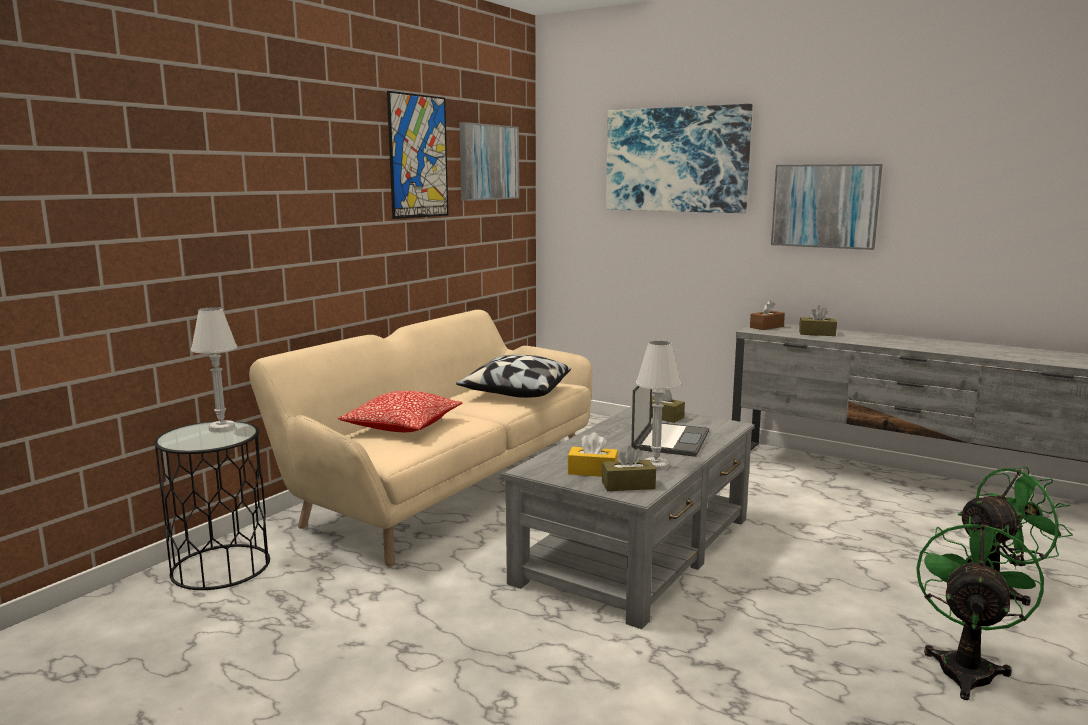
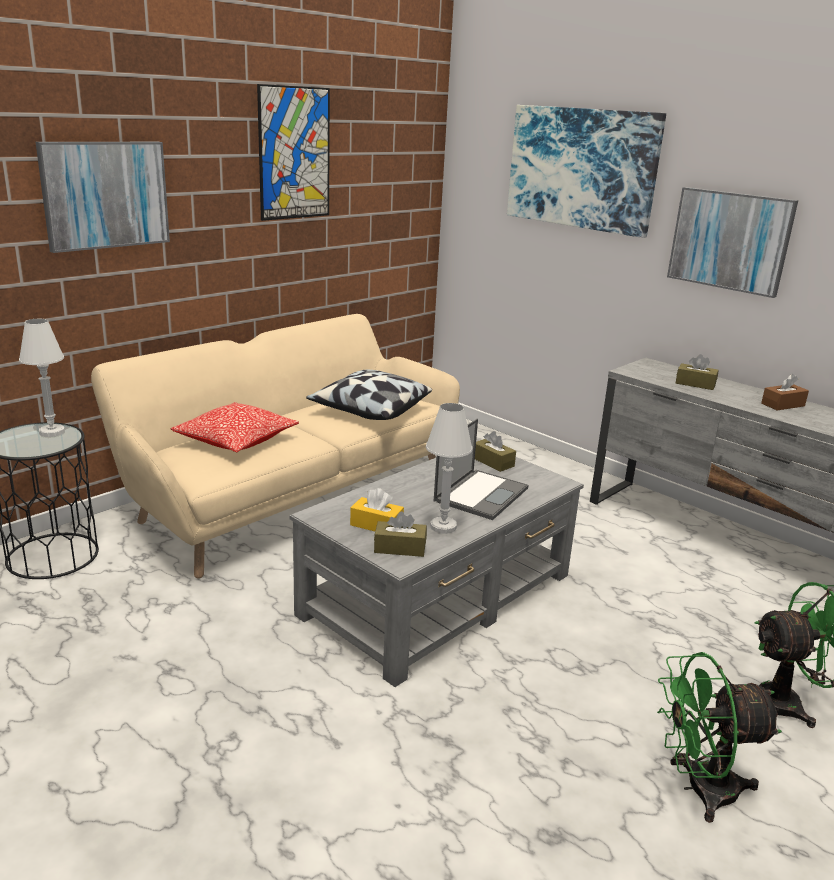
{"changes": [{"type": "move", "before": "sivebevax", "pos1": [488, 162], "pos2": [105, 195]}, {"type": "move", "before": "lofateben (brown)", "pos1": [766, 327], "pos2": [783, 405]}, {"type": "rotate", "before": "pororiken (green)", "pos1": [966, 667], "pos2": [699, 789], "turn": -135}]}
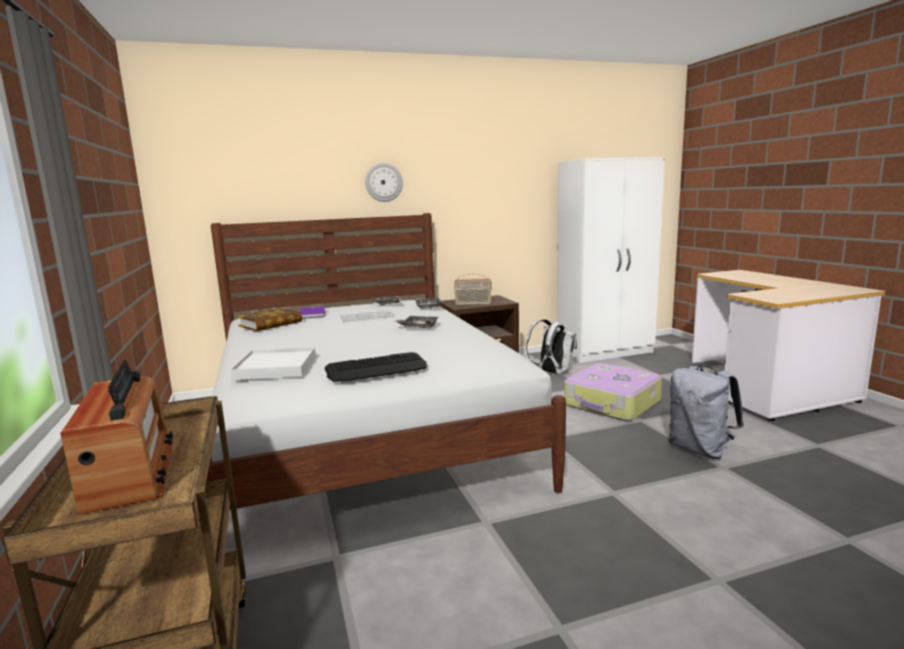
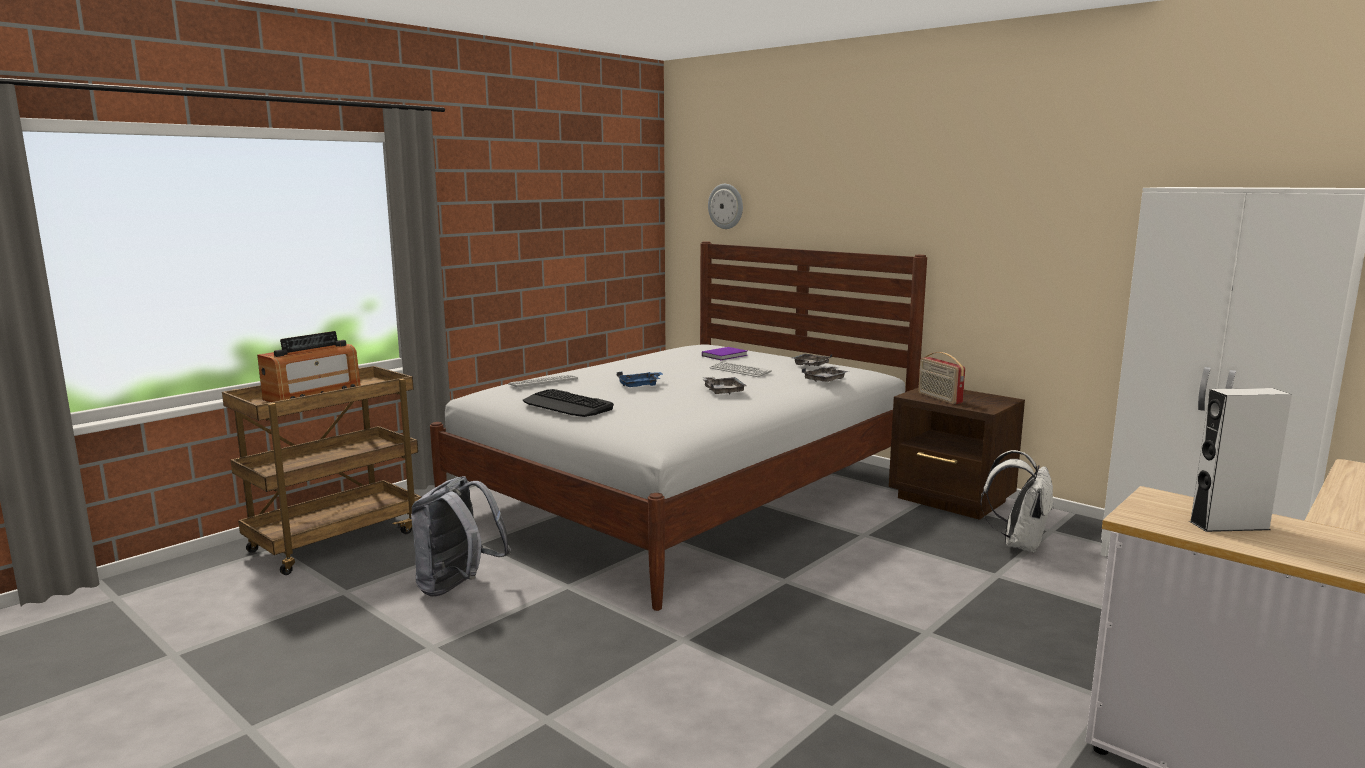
{"changes": [{"type": "replace", "before": "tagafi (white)", "after": "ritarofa", "pos1": [276, 367], "pos2": [543, 382]}, {"type": "delete", "before": "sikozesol", "pos1": [271, 324]}, {"type": "move", "before": "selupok", "pos1": [383, 182], "pos2": [726, 206]}, {"type": "delete", "before": "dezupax", "pos1": [612, 404]}, {"type": "move", "before": "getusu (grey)", "pos1": [700, 450], "pos2": [458, 587]}, {"type": "insert", "after": "tagafi (blue)", "pos2": [640, 385]}, {"type": "insert", "after": "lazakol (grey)", "pos2": [1229, 525]}]}
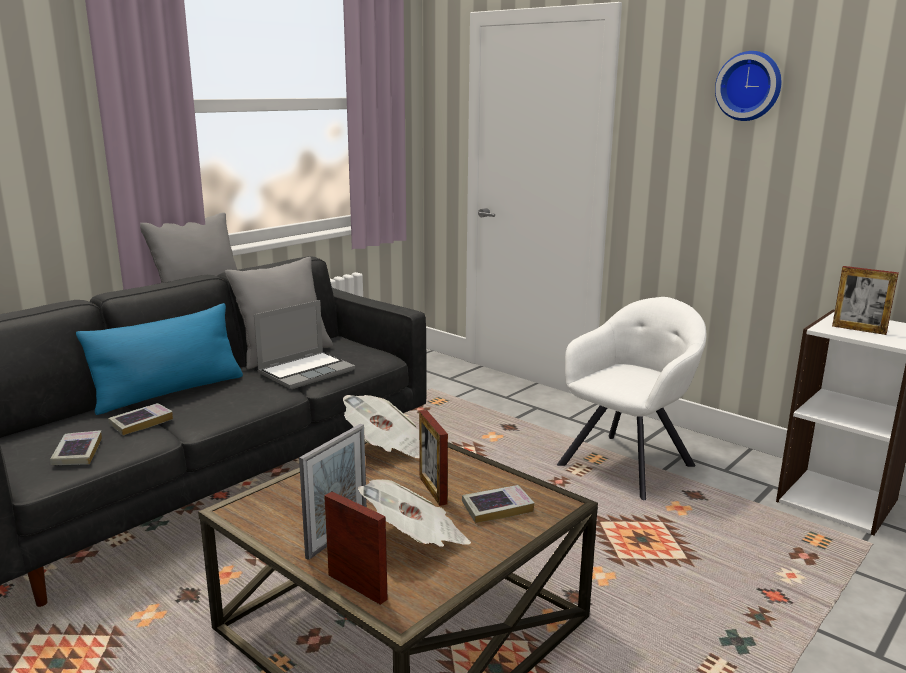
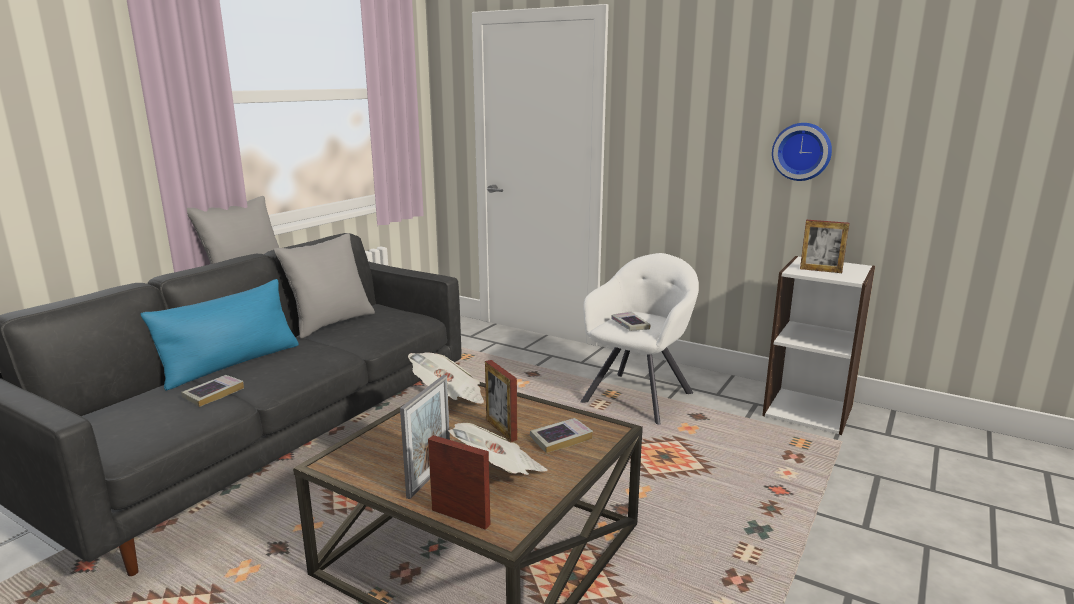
{"changes": [{"type": "move", "before": "sikozesol", "pos1": [77, 453], "pos2": [630, 325]}, {"type": "delete", "before": "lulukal", "pos1": [306, 371]}, {"type": "move", "before": "selupok", "pos1": [749, 86], "pos2": [802, 151]}]}
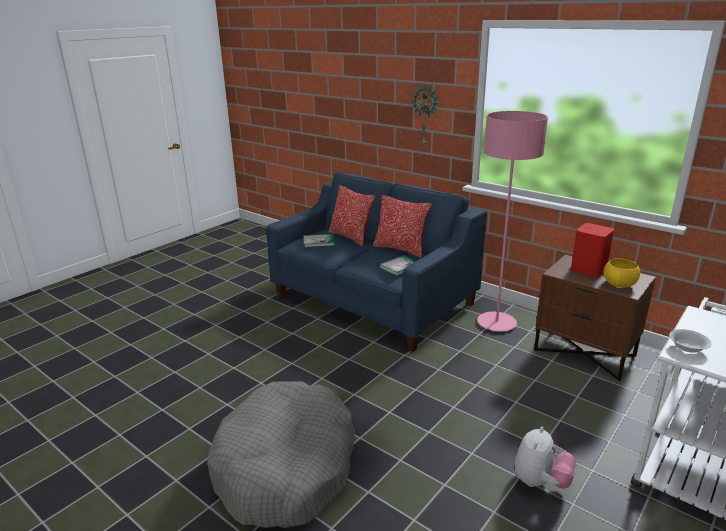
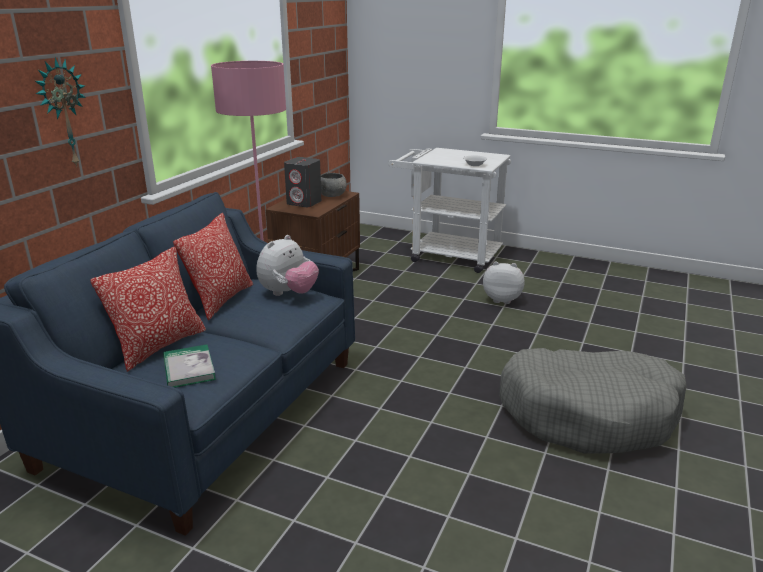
{"changes": [{"type": "replace", "before": "sikozesol", "after": "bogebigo", "pos1": [400, 267], "pos2": [288, 293]}, {"type": "recolor", "before": "lazakol (red)", "after": "lazakol (grey)", "pos1": [588, 270], "pos2": [304, 203]}, {"type": "recolor", "before": "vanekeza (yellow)", "after": "vanekeza (grey)", "pos1": [618, 284], "pos2": [332, 195]}]}
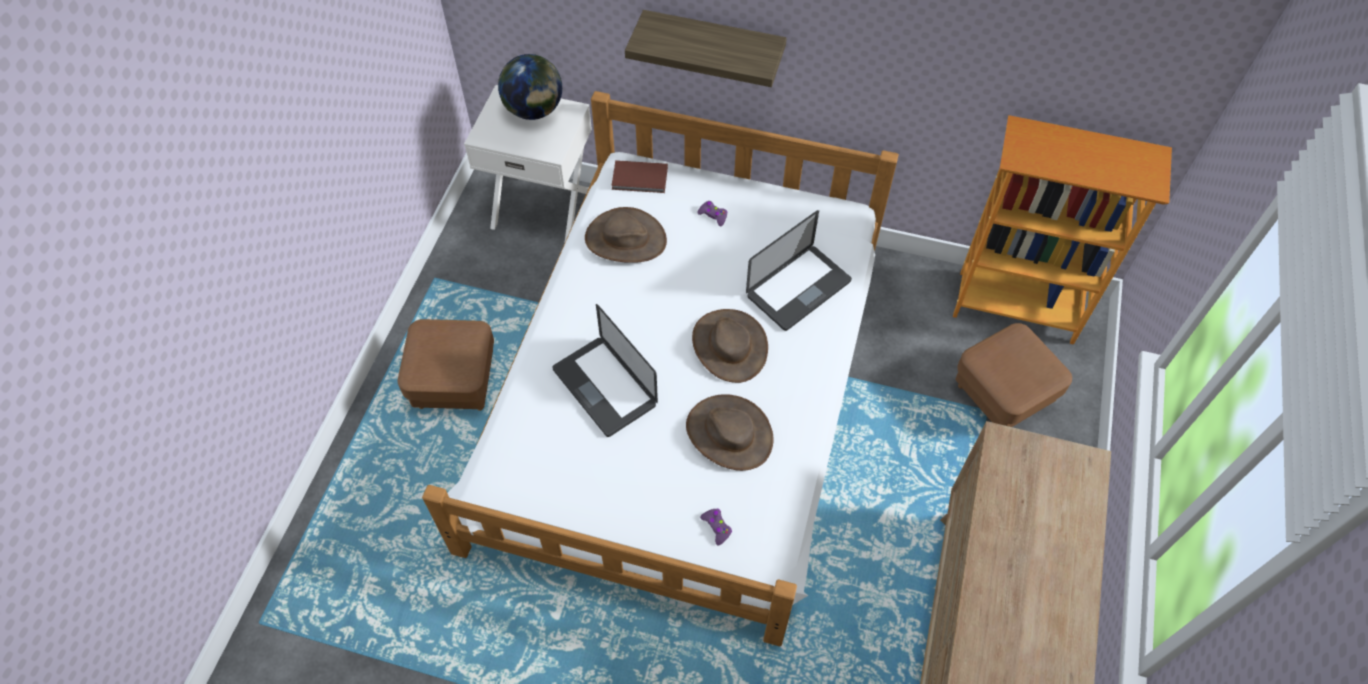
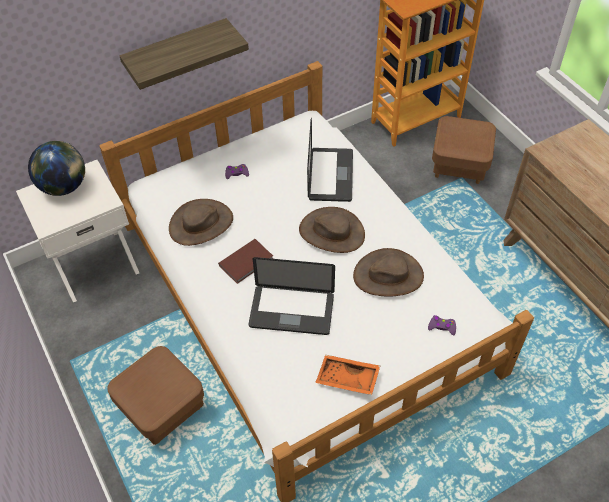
{"changes": [{"type": "move", "before": "sikozesol (brown)", "pos1": [640, 179], "pos2": [247, 262]}, {"type": "insert", "after": "tagafi (orange)", "pos2": [347, 379]}]}
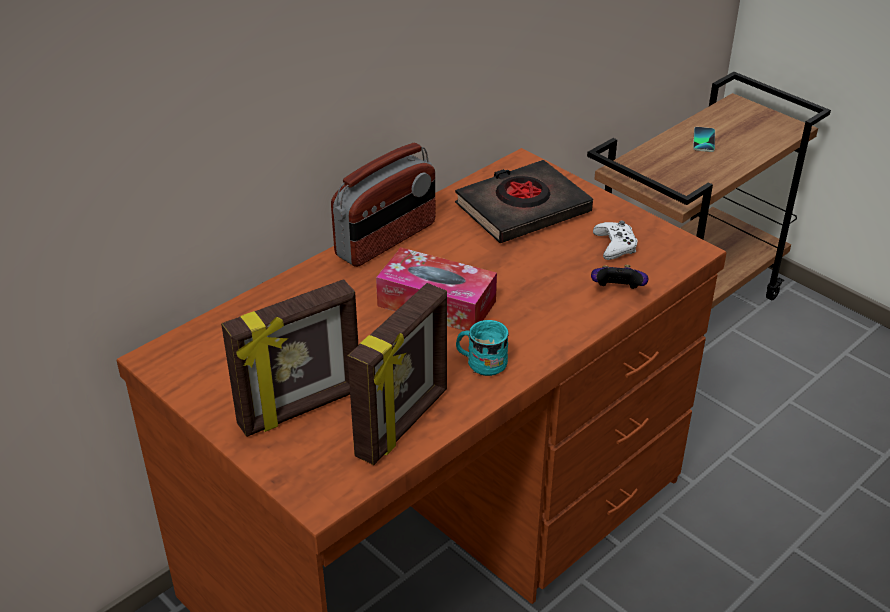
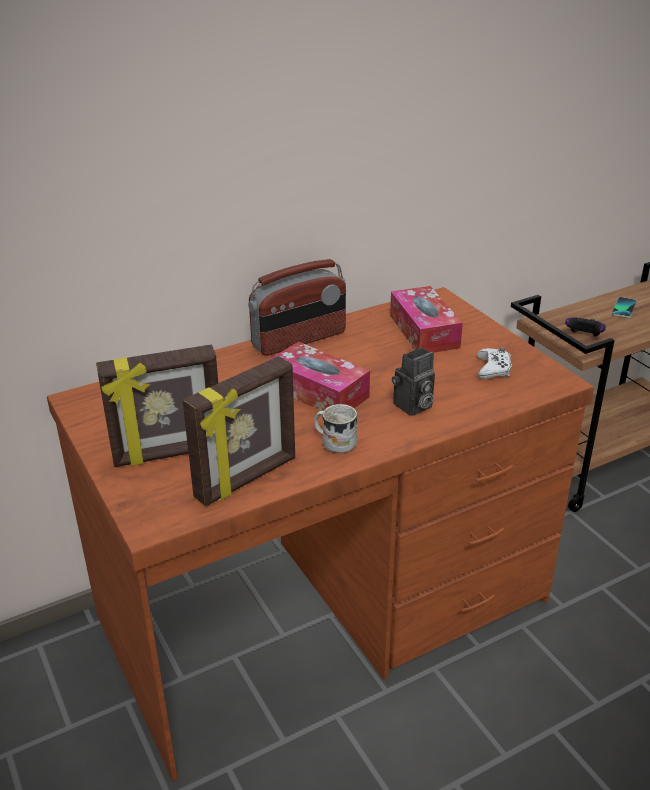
{"changes": [{"type": "replace", "before": "sikozesol (black)", "after": "lofateben", "pos1": [522, 209], "pos2": [424, 331]}, {"type": "recolor", "before": "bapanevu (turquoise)", "after": "bapanevu (white)", "pos1": [481, 363], "pos2": [334, 442]}, {"type": "move", "before": "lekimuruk", "pos1": [617, 291], "pos2": [583, 337]}, {"type": "insert", "after": "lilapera", "pos2": [412, 407]}]}
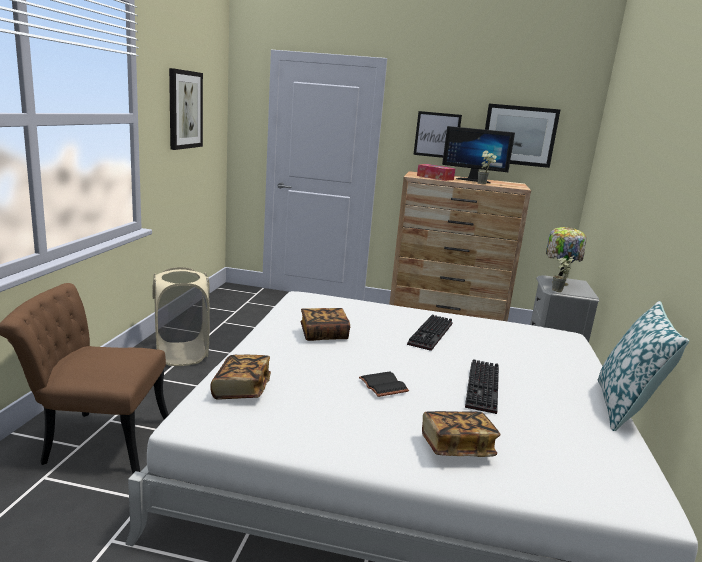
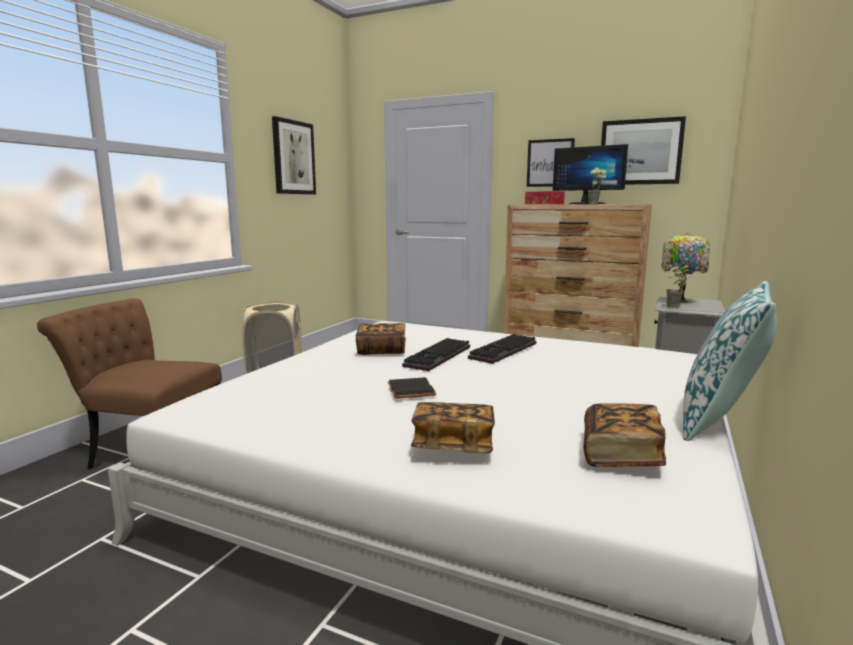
{"changes": [{"type": "move", "before": "sikozesol", "pos1": [241, 389], "pos2": [621, 455]}, {"type": "move", "before": "ritarofa", "pos1": [484, 388], "pos2": [439, 357]}]}
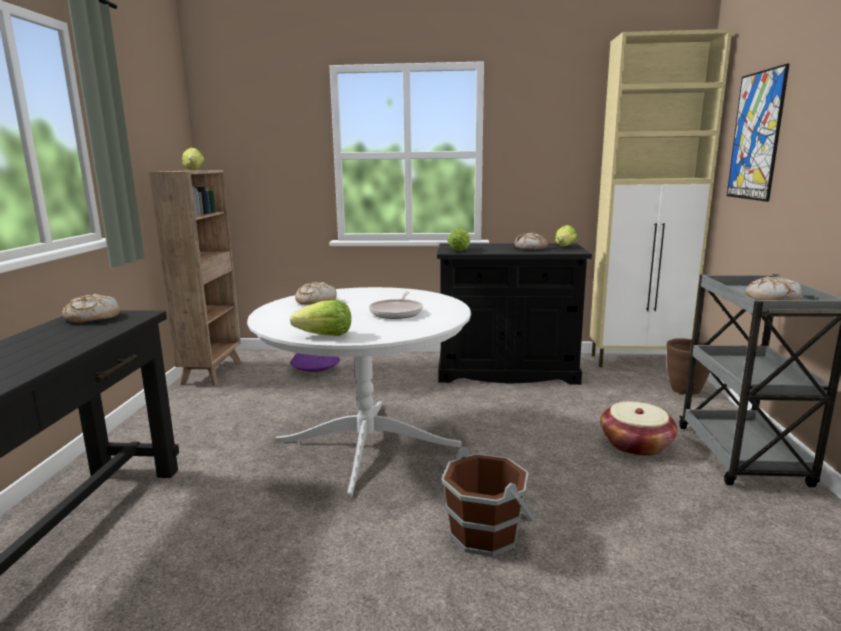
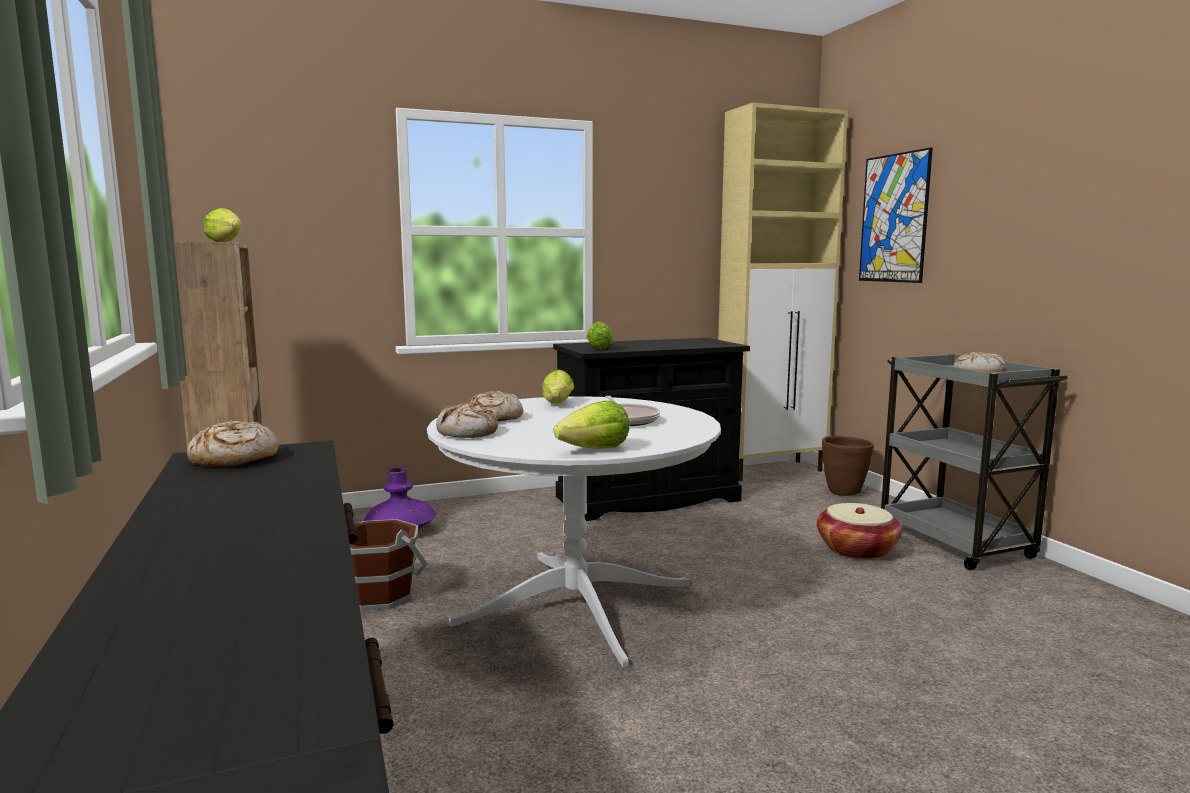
{"changes": [{"type": "move", "before": "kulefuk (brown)", "pos1": [485, 533], "pos2": [380, 594]}, {"type": "move", "before": "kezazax", "pos1": [530, 248], "pos2": [468, 433]}, {"type": "move", "before": "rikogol", "pos1": [564, 247], "pos2": [557, 404]}]}
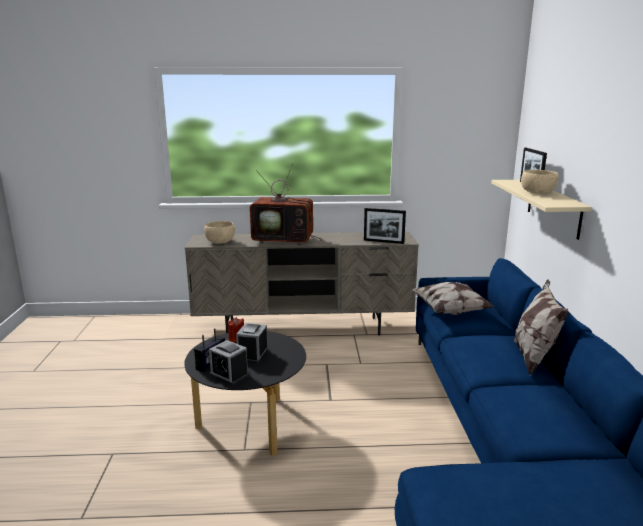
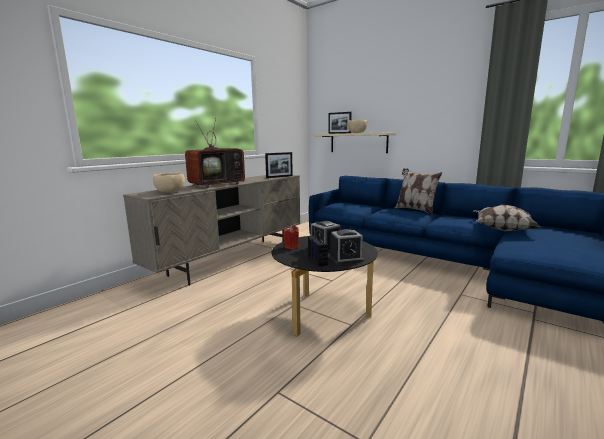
{"changes": [{"type": "move", "before": "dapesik", "pos1": [450, 311], "pos2": [501, 229]}]}
